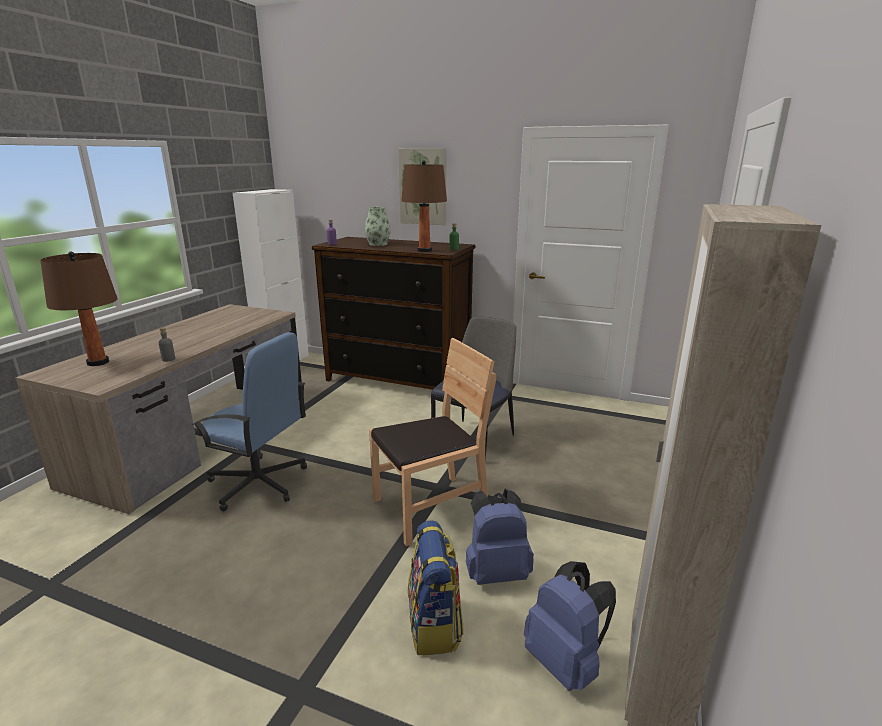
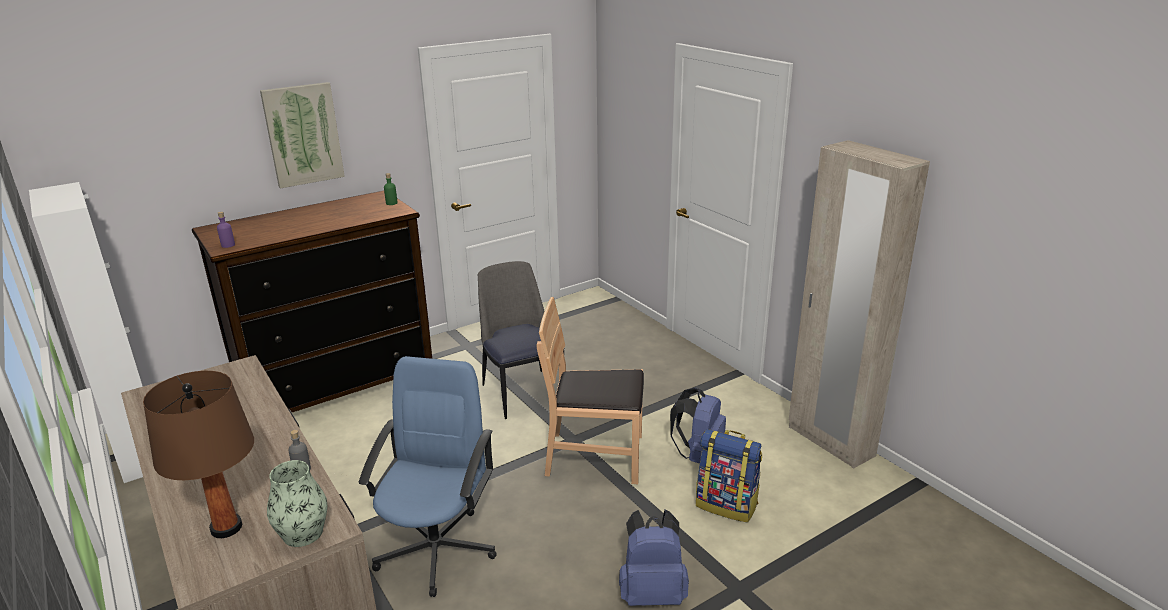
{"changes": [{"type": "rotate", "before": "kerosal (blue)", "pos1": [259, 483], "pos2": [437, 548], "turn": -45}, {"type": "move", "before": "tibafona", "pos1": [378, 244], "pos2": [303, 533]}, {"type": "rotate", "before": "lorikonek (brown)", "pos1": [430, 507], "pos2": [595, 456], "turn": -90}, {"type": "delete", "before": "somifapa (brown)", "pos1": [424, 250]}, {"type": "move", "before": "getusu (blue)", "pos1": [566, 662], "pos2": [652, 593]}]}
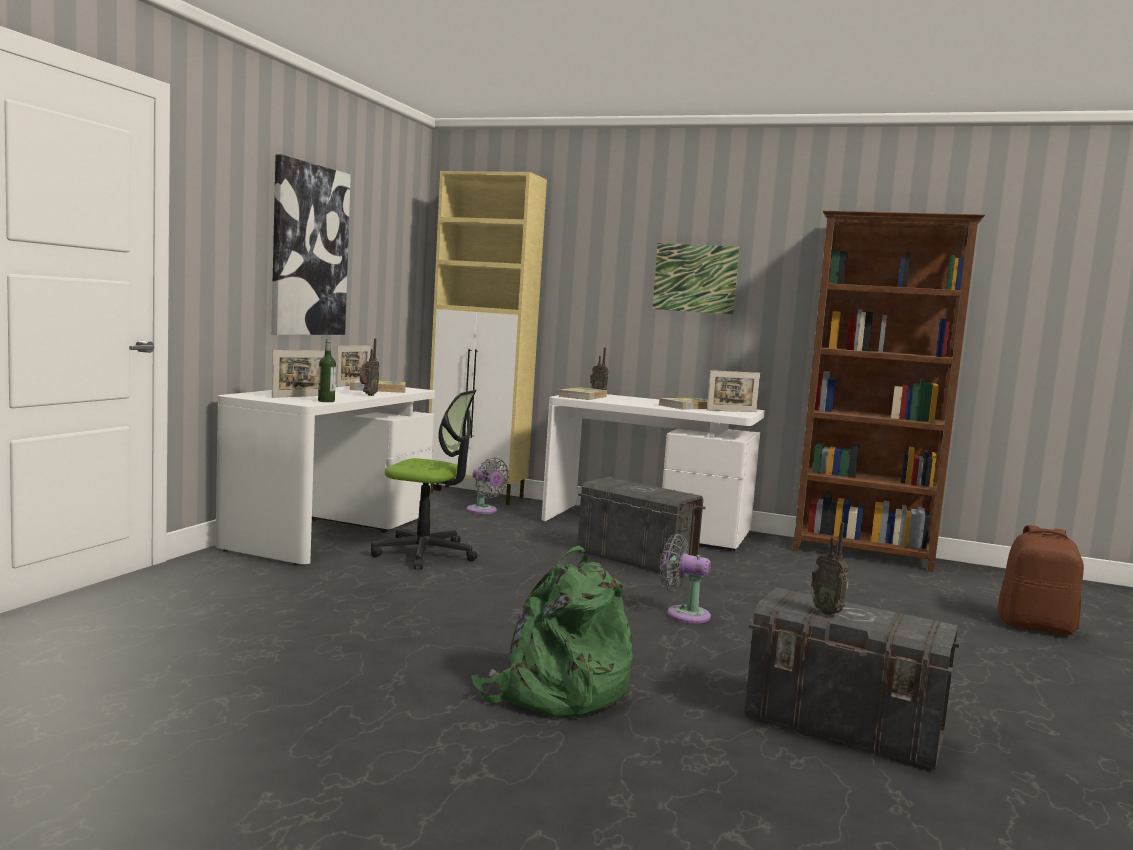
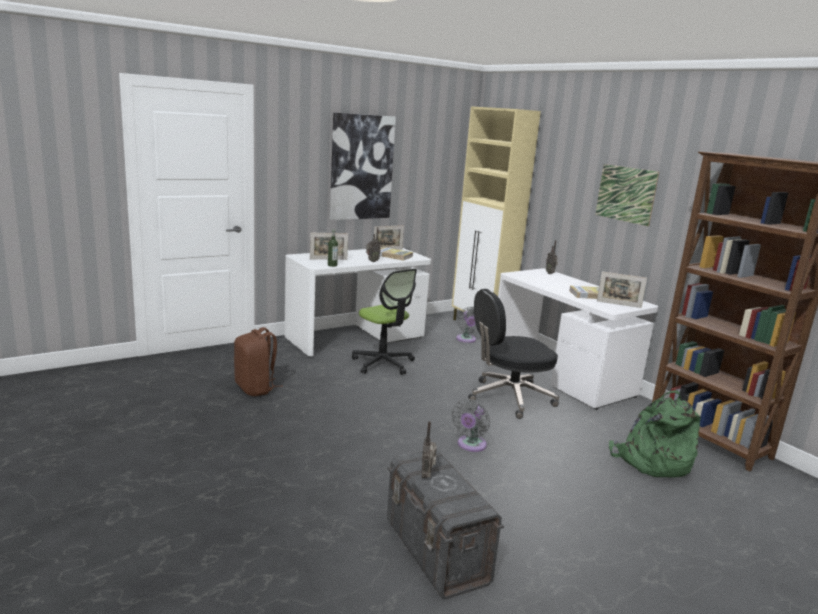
{"changes": [{"type": "move", "before": "getusu (green)", "pos1": [555, 692], "pos2": [651, 461]}, {"type": "delete", "before": "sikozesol", "pos1": [582, 396]}, {"type": "replace", "before": "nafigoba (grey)", "after": "kerosal (black)", "pos1": [636, 559], "pos2": [509, 398]}, {"type": "rotate", "before": "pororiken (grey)", "pos1": [683, 614], "pos2": [470, 445], "turn": -120}, {"type": "move", "before": "getusu (brown)", "pos1": [1036, 626], "pos2": [256, 388]}]}
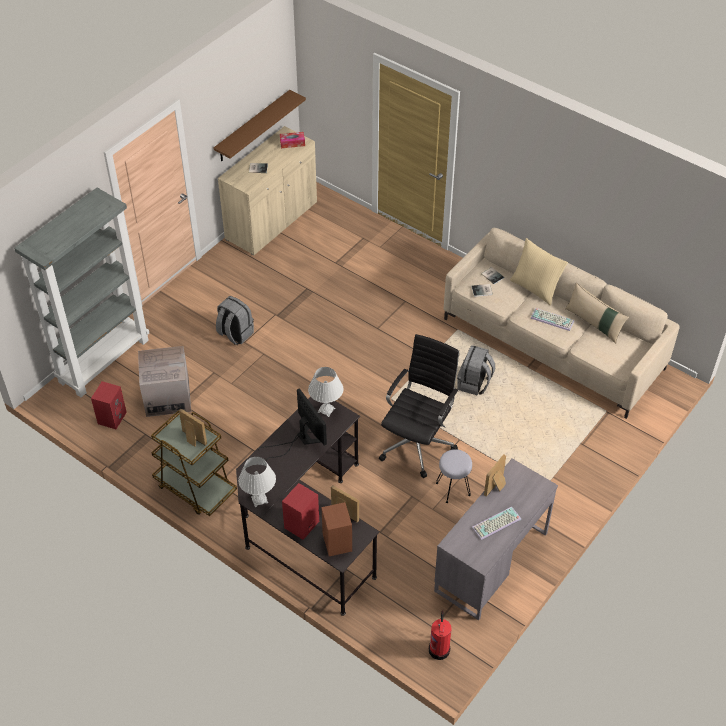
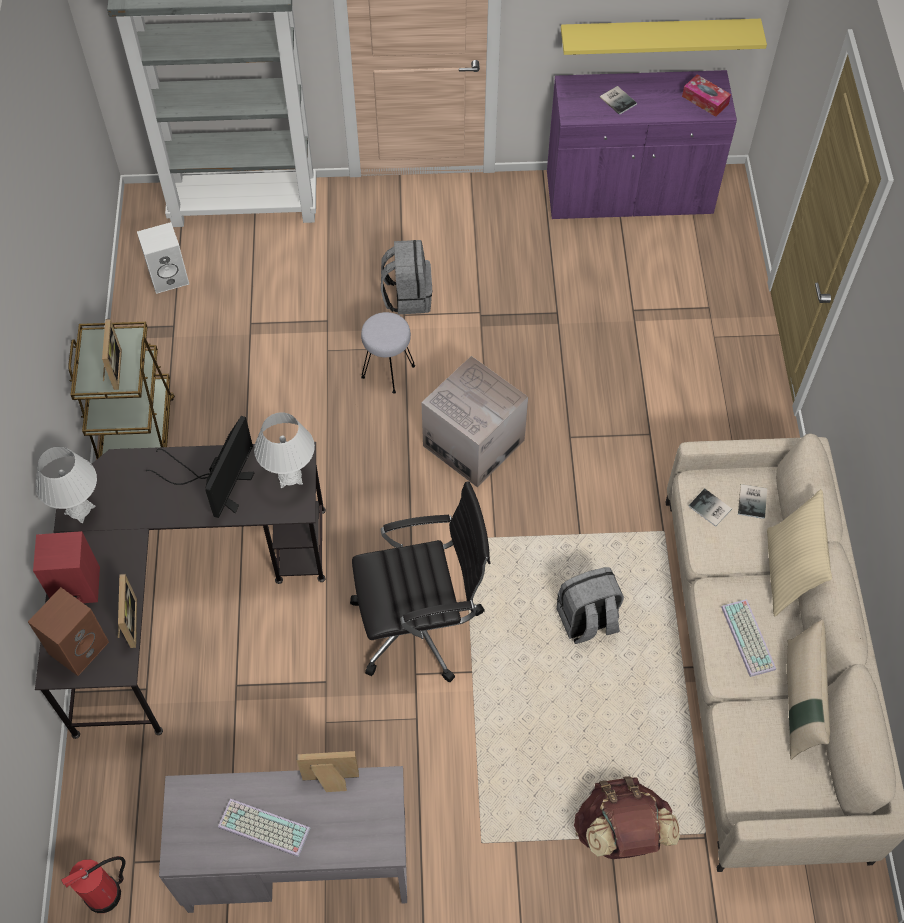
{"changes": [{"type": "recolor", "before": "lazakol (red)", "after": "lazakol (white)", "pos1": [112, 417], "pos2": [169, 276]}, {"type": "move", "before": "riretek", "pos1": [167, 397], "pos2": [473, 443]}, {"type": "recolor", "before": "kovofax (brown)", "after": "kovofax (yellow)", "pos1": [253, 126], "pos2": [658, 36]}, {"type": "recolor", "before": "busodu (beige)", "after": "busodu (purple)", "pos1": [271, 221], "pos2": [629, 194]}, {"type": "move", "before": "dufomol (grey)", "pos1": [453, 488], "pos2": [388, 371]}, {"type": "insert", "after": "getusu (brown)", "pos2": [620, 833]}]}
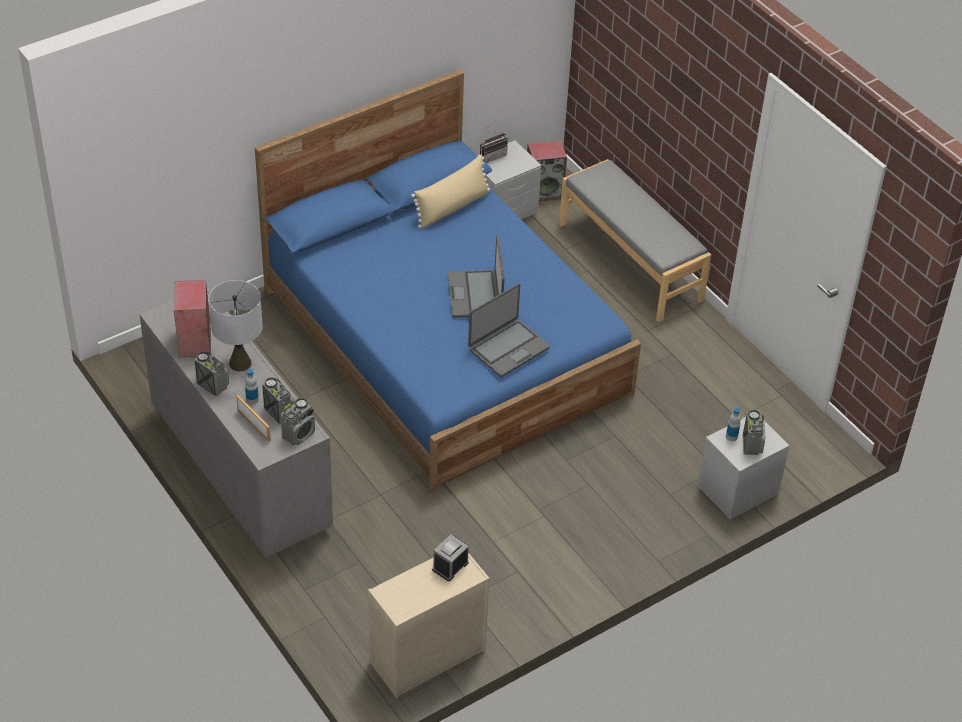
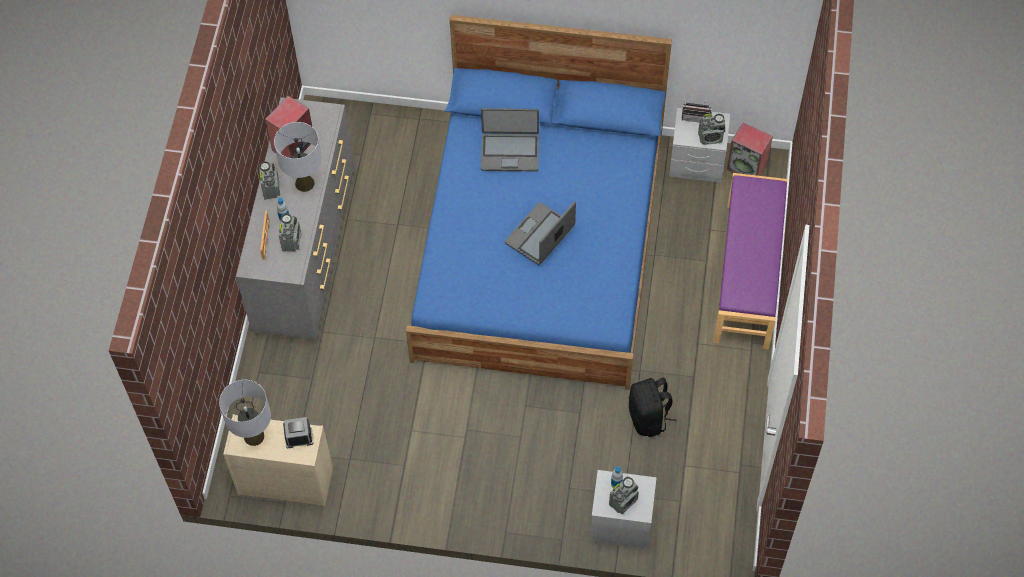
{"changes": [{"type": "move", "before": "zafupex", "pos1": [299, 434], "pos2": [711, 137]}, {"type": "delete", "before": "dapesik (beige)", "pos1": [452, 207]}, {"type": "move", "before": "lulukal", "pos1": [508, 348], "pos2": [510, 152]}, {"type": "recolor", "before": "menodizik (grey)", "after": "menodizik (purple)", "pos1": [630, 261], "pos2": [748, 275]}, {"type": "insert", "after": "somifapa (grey)", "pos2": [254, 436]}, {"type": "insert", "after": "getusu (black)", "pos2": [649, 418]}]}
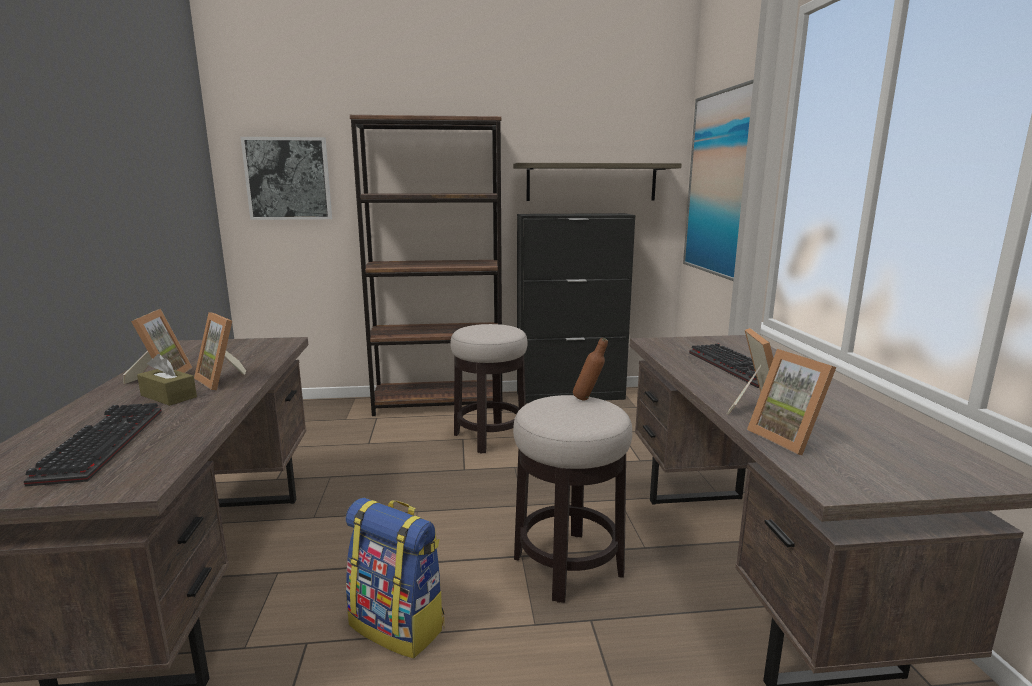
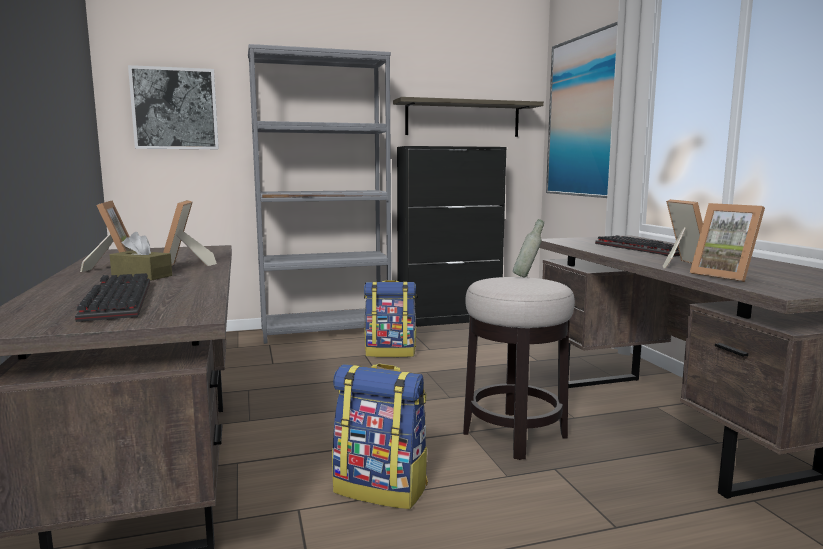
{"changes": [{"type": "rotate", "before": "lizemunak", "pos1": [224, 380], "pos2": [185, 267], "turn": 45}, {"type": "recolor", "before": "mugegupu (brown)", "after": "mugegupu (grey)", "pos1": [438, 403], "pos2": [326, 331]}, {"type": "replace", "before": "dufomol", "after": "getusu", "pos1": [490, 437], "pos2": [391, 352]}, {"type": "recolor", "before": "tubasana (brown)", "after": "tubasana (grey)", "pos1": [588, 399], "pos2": [527, 277]}]}
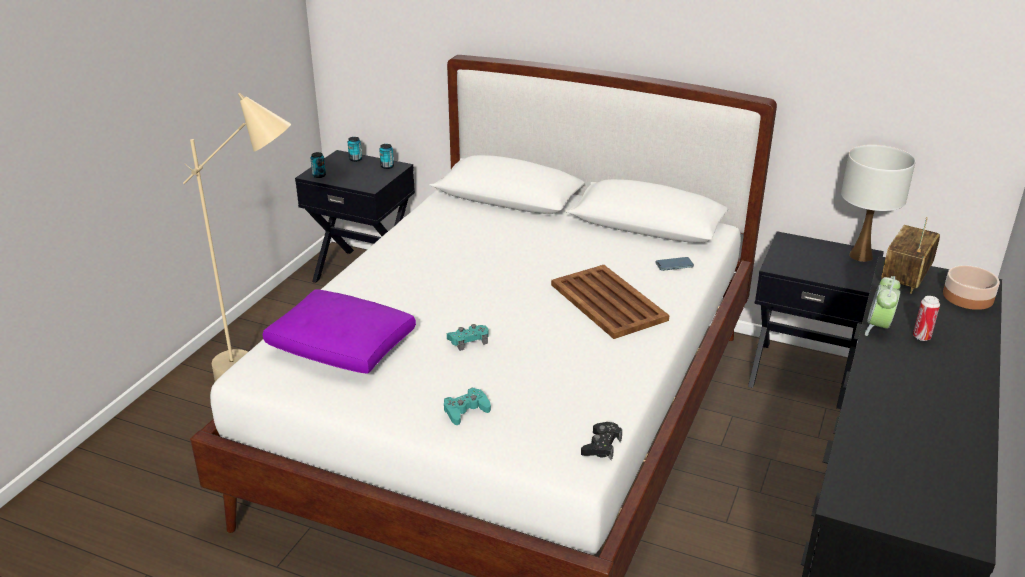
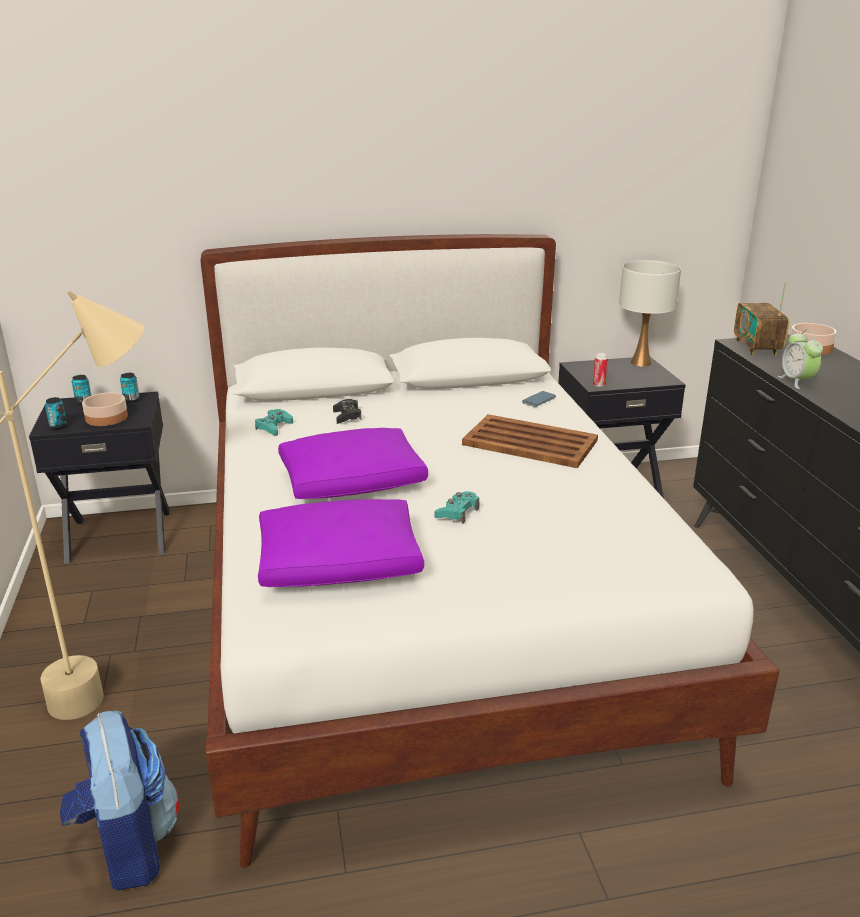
{"changes": [{"type": "move", "before": "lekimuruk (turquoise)", "pos1": [466, 411], "pos2": [274, 427]}, {"type": "move", "before": "lekimuruk (black)", "pos1": [601, 446], "pos2": [347, 416]}, {"type": "move", "before": "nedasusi", "pos1": [921, 337], "pos2": [599, 385]}, {"type": "insert", "after": "getusu", "pos2": [127, 846]}, {"type": "insert", "after": "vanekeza", "pos2": [106, 418]}, {"type": "insert", "after": "dapesik (purple)", "pos2": [353, 481]}]}
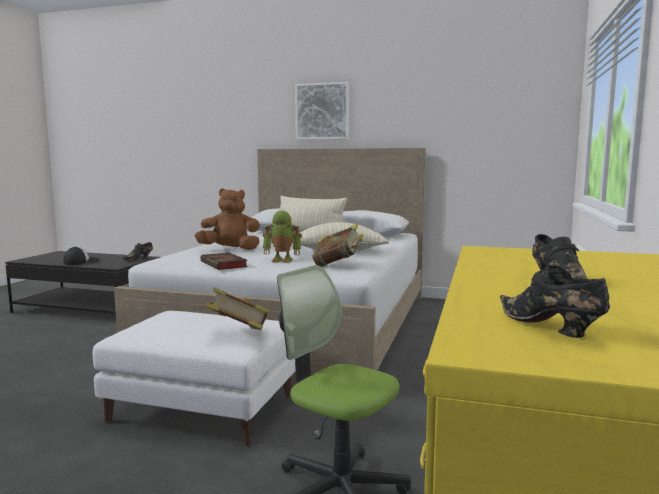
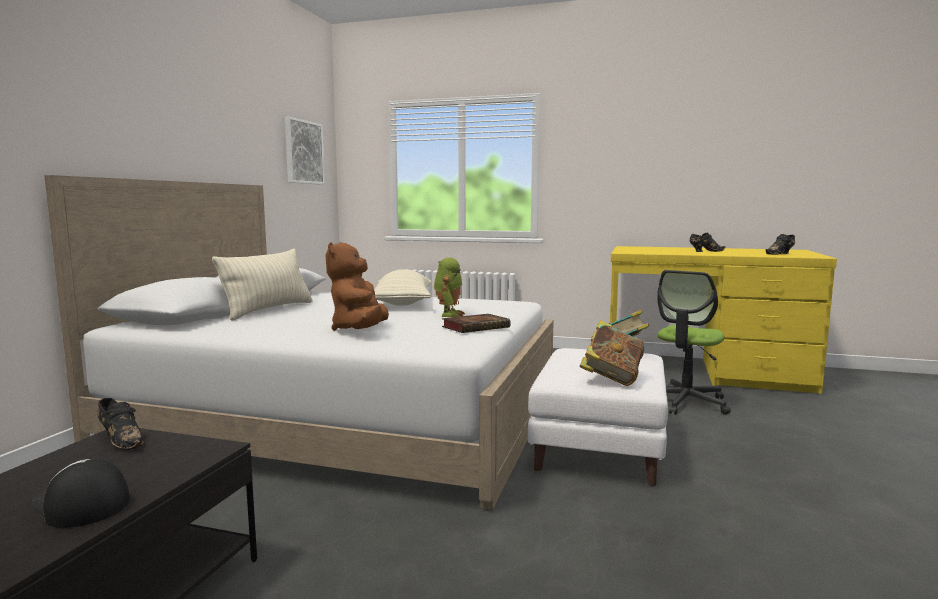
{"changes": [{"type": "move", "before": "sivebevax", "pos1": [322, 111], "pos2": [304, 152]}, {"type": "move", "before": "sikozesol", "pos1": [338, 265], "pos2": [611, 378]}]}
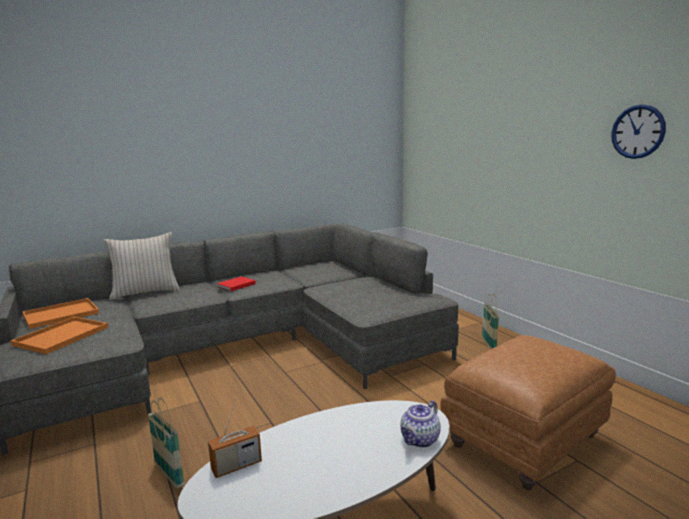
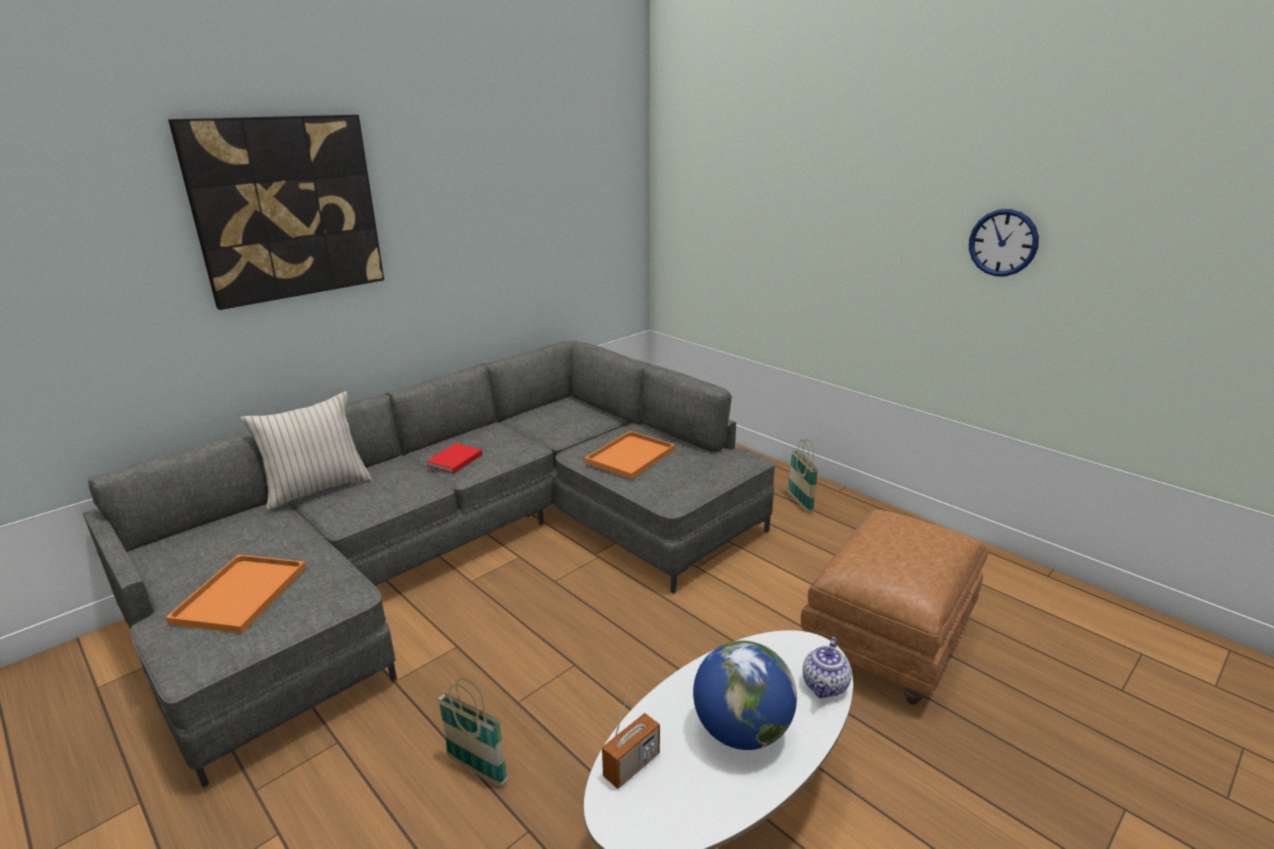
{"changes": [{"type": "move", "before": "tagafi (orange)", "pos1": [59, 315], "pos2": [630, 457]}, {"type": "insert", "after": "sivebevax", "pos2": [287, 208]}, {"type": "insert", "after": "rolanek", "pos2": [741, 731]}]}
